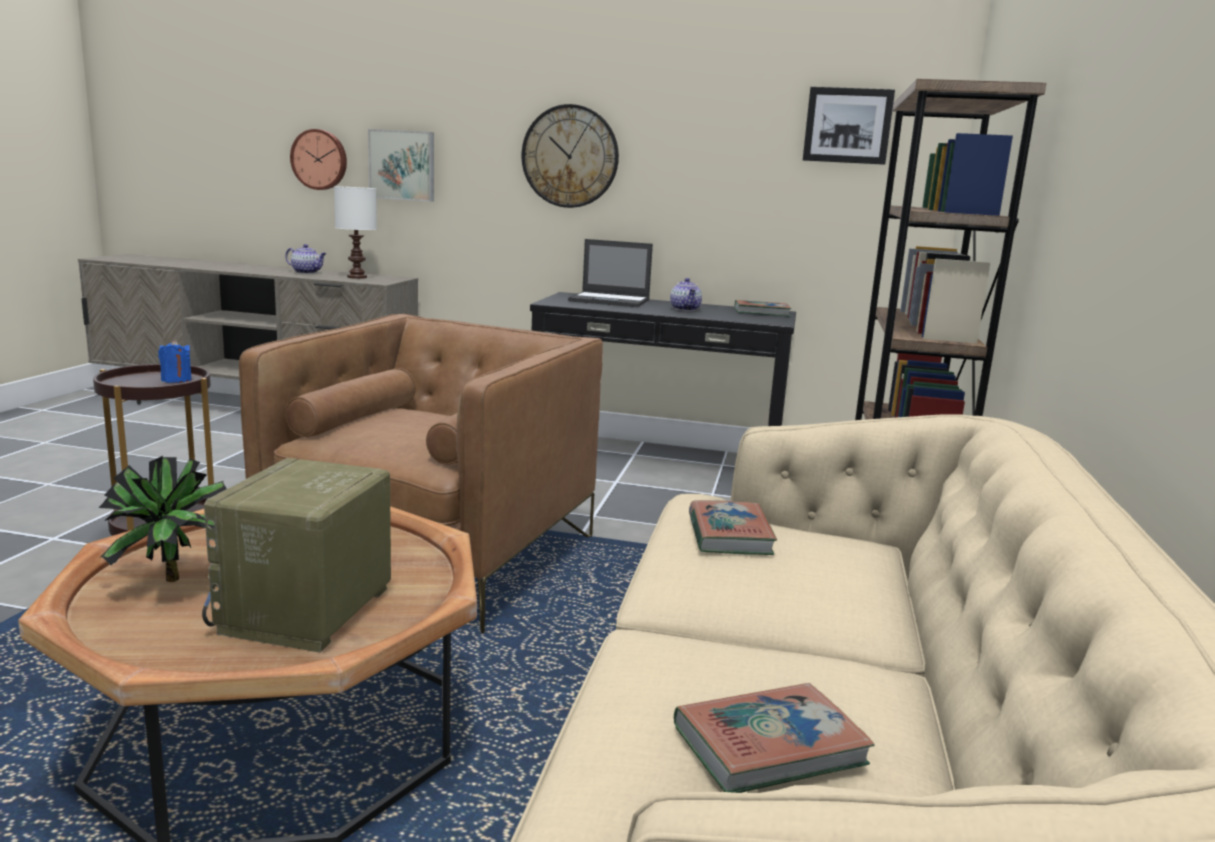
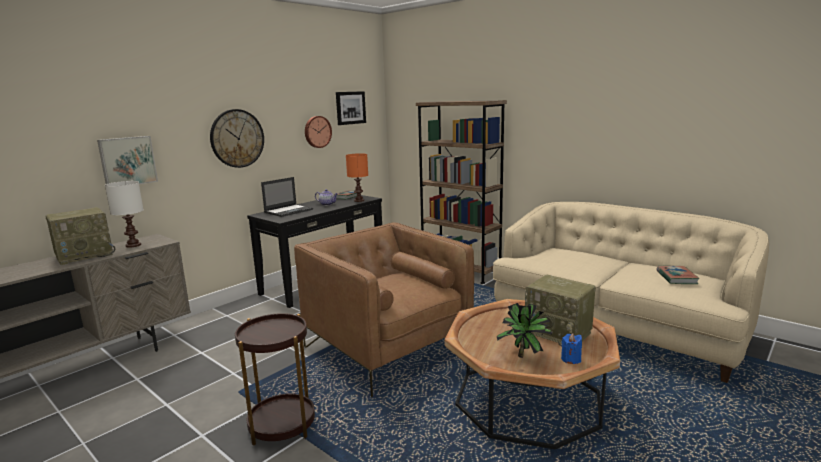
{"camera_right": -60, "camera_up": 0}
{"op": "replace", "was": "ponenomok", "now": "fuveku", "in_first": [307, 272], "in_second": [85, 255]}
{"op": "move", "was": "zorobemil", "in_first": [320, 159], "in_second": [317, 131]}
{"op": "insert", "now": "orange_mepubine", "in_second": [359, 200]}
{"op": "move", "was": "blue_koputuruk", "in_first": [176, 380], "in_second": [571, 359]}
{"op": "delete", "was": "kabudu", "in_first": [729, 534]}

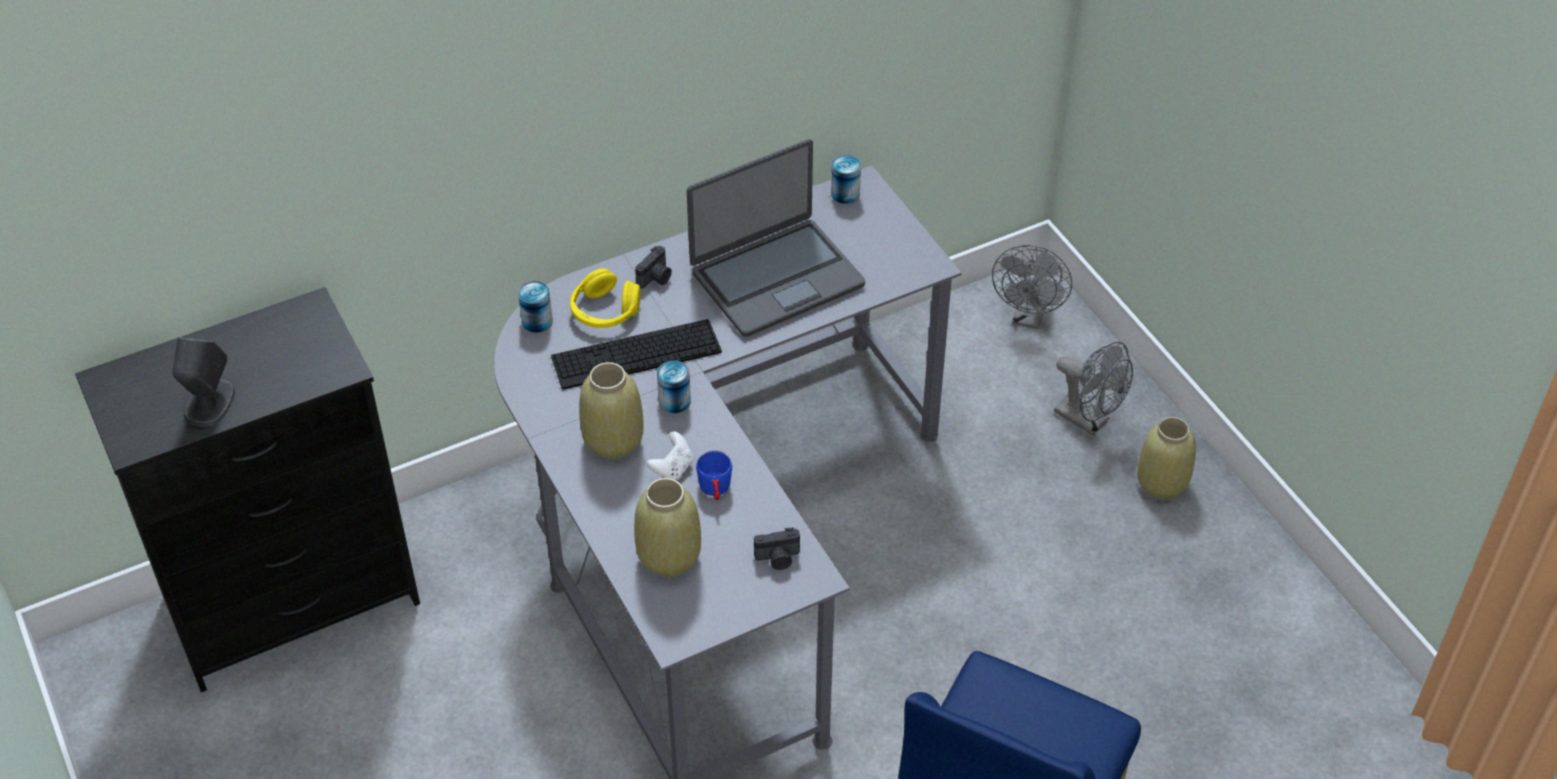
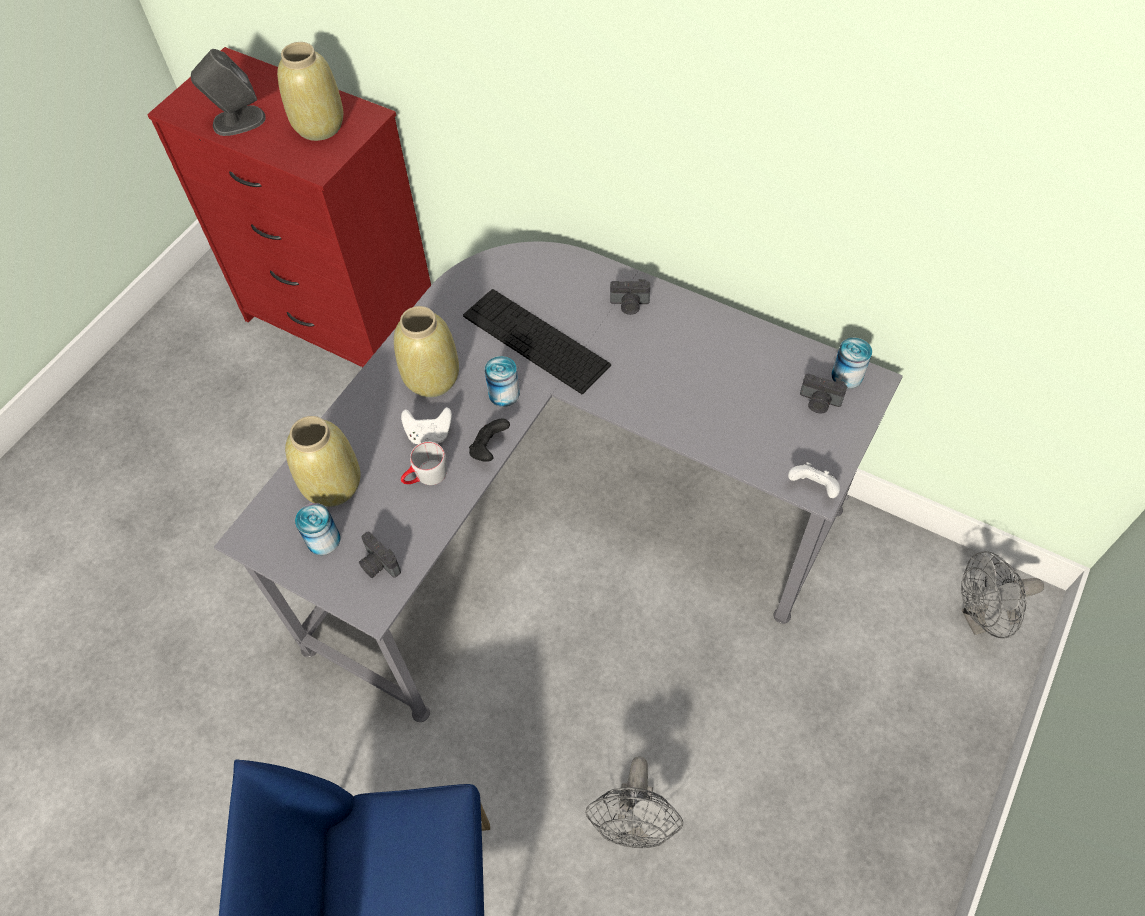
{"camera_right": 60, "camera_up": 10}
{"op": "recolor", "was": "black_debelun", "now": "red_debelun", "in_first": [292, 602], "in_second": [340, 320]}
{"op": "move", "was": "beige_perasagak", "in_first": [1161, 483], "in_second": [319, 126]}
{"op": "move", "was": "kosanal", "in_first": [537, 321], "in_second": [323, 540]}
{"op": "recolor", "was": "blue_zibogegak", "now": "grey_zibogegak", "in_first": [716, 490], "in_second": [425, 477]}
{"op": "insert", "now": "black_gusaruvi", "in_second": [489, 449]}
{"op": "move", "was": "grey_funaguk", "in_first": [1088, 420], "in_second": [634, 823]}
{"op": "insert", "now": "white_gusaruvi", "in_second": [813, 487]}
{"op": "insert", "now": "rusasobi", "in_second": [819, 402]}
{"op": "delete", "was": "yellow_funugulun", "in_first": [605, 311]}
{"op": "delete", "was": "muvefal", "in_first": [776, 278]}

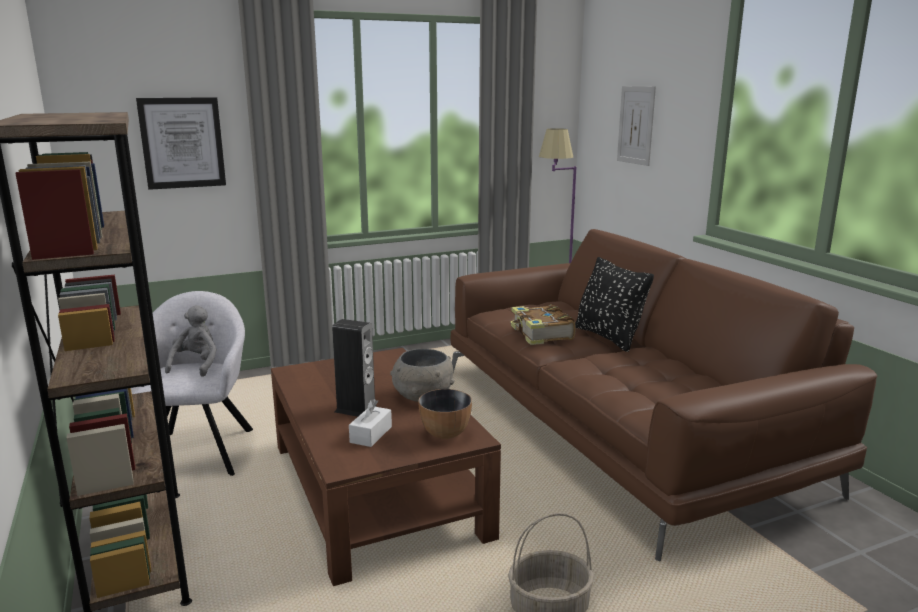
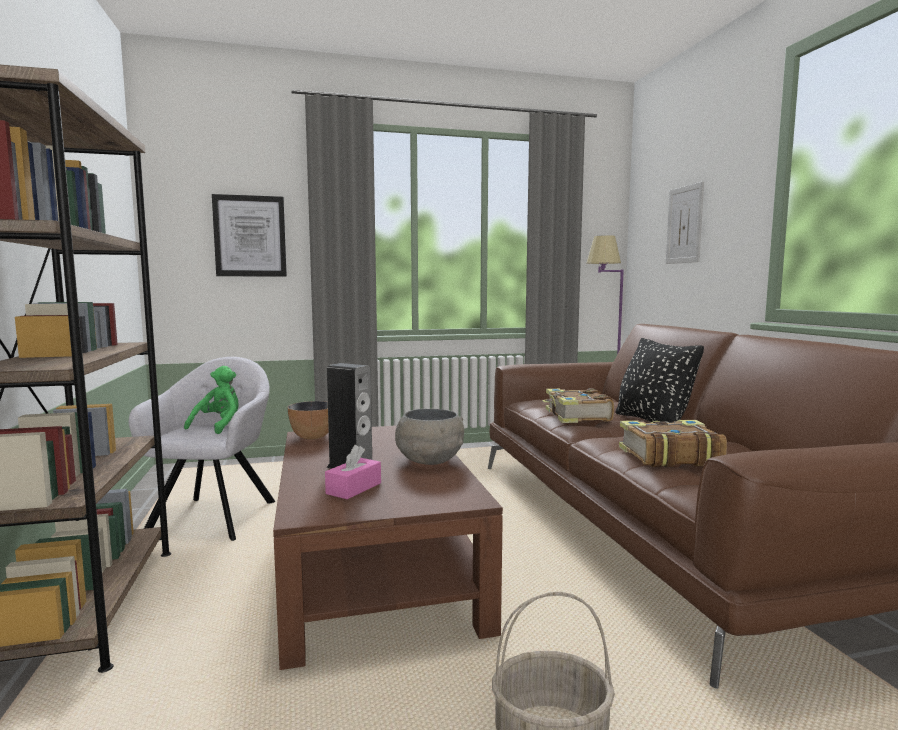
{"camera_right": 10, "camera_up": -10}
{"op": "recolor", "was": "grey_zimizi", "now": "green_zimizi", "in_first": [196, 365], "in_second": [219, 426]}
{"op": "move", "was": "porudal", "in_first": [445, 433], "in_second": [312, 437]}
{"op": "recolor", "was": "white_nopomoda", "now": "pink_nopomoda", "in_first": [371, 434], "in_second": [354, 488]}
{"op": "insert", "now": "kabudu", "in_second": [668, 456]}

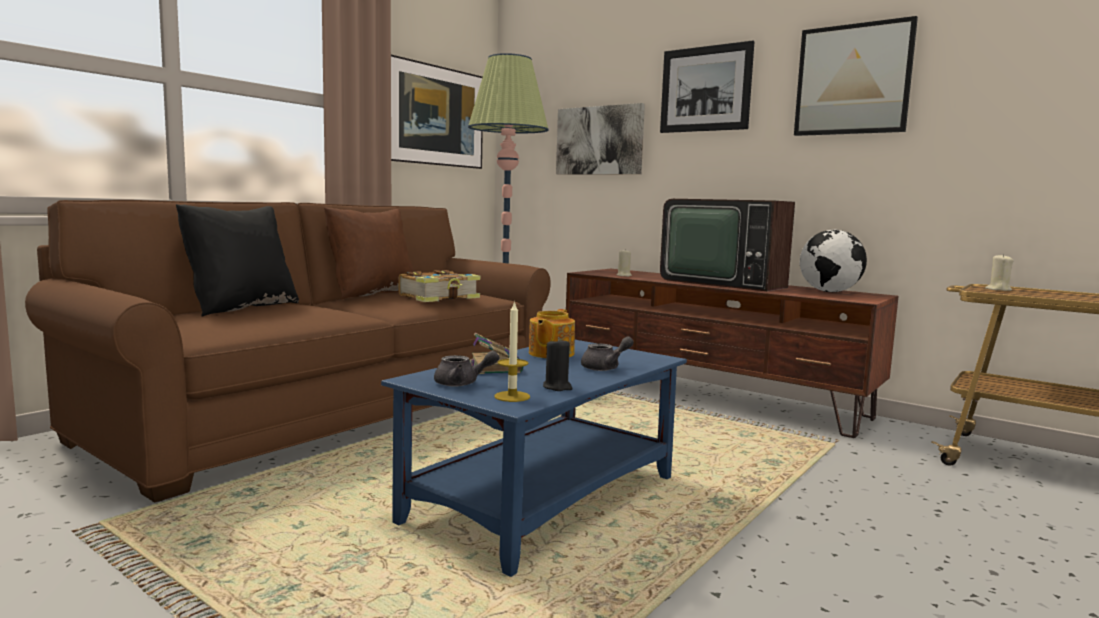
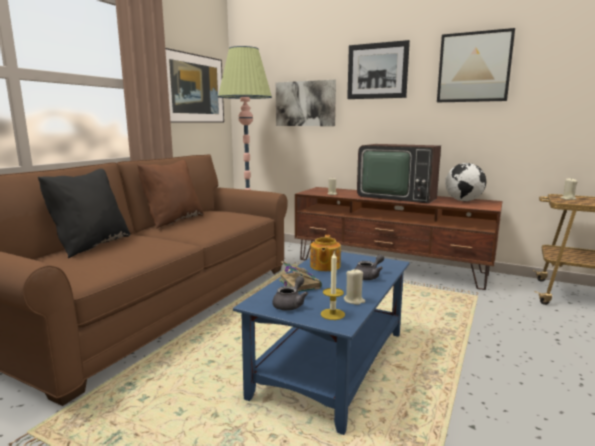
{"camera_right": -10, "camera_up": 5}
{"op": "rotate", "was": "grey_ponenomok", "in_first": [462, 383], "in_second": [290, 304], "clockwise": -45}
{"op": "recolor", "was": "black_koputuruk", "now": "beige_koputuruk", "in_first": [557, 387], "in_second": [354, 300]}
{"op": "delete", "was": "kabudu", "in_first": [440, 298]}

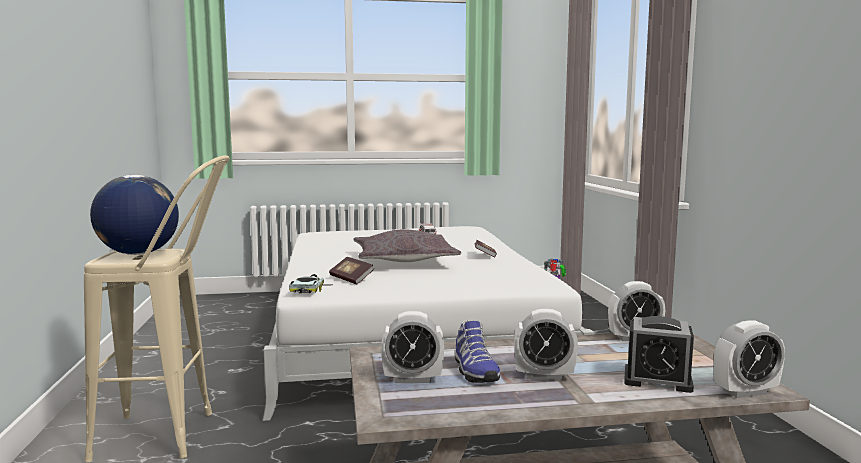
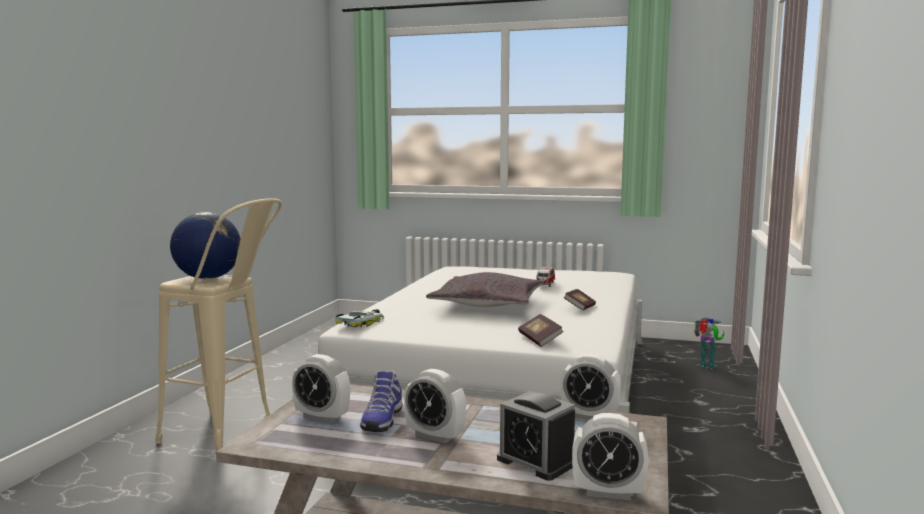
{"camera_right": 25, "camera_up": 0}
{"op": "move", "was": "kabudu", "in_first": [351, 279], "in_second": [540, 340]}

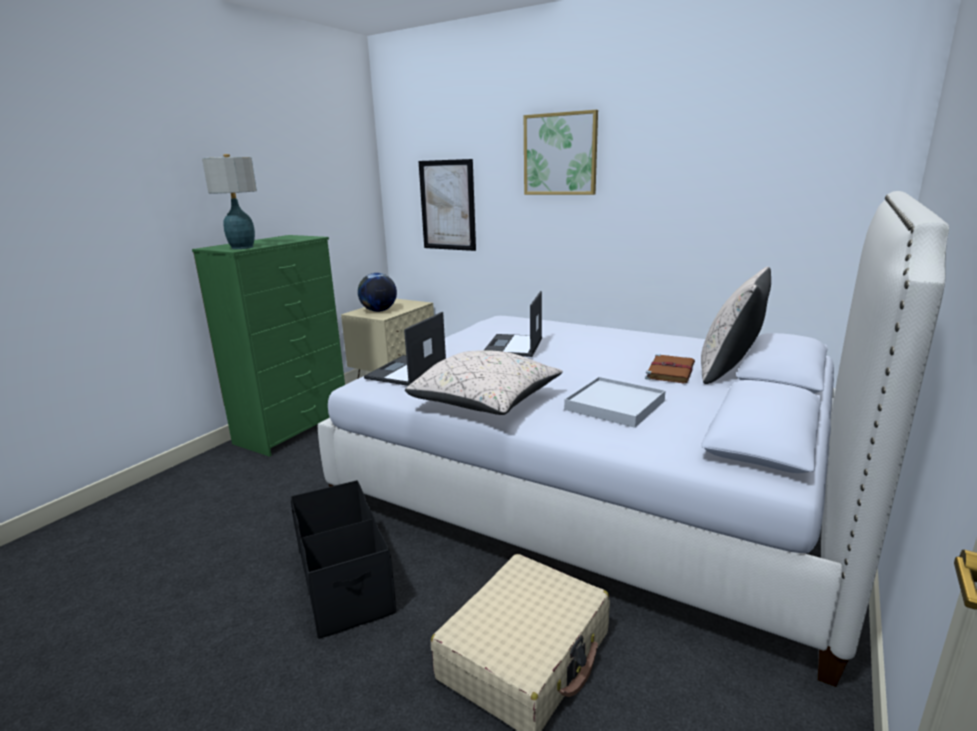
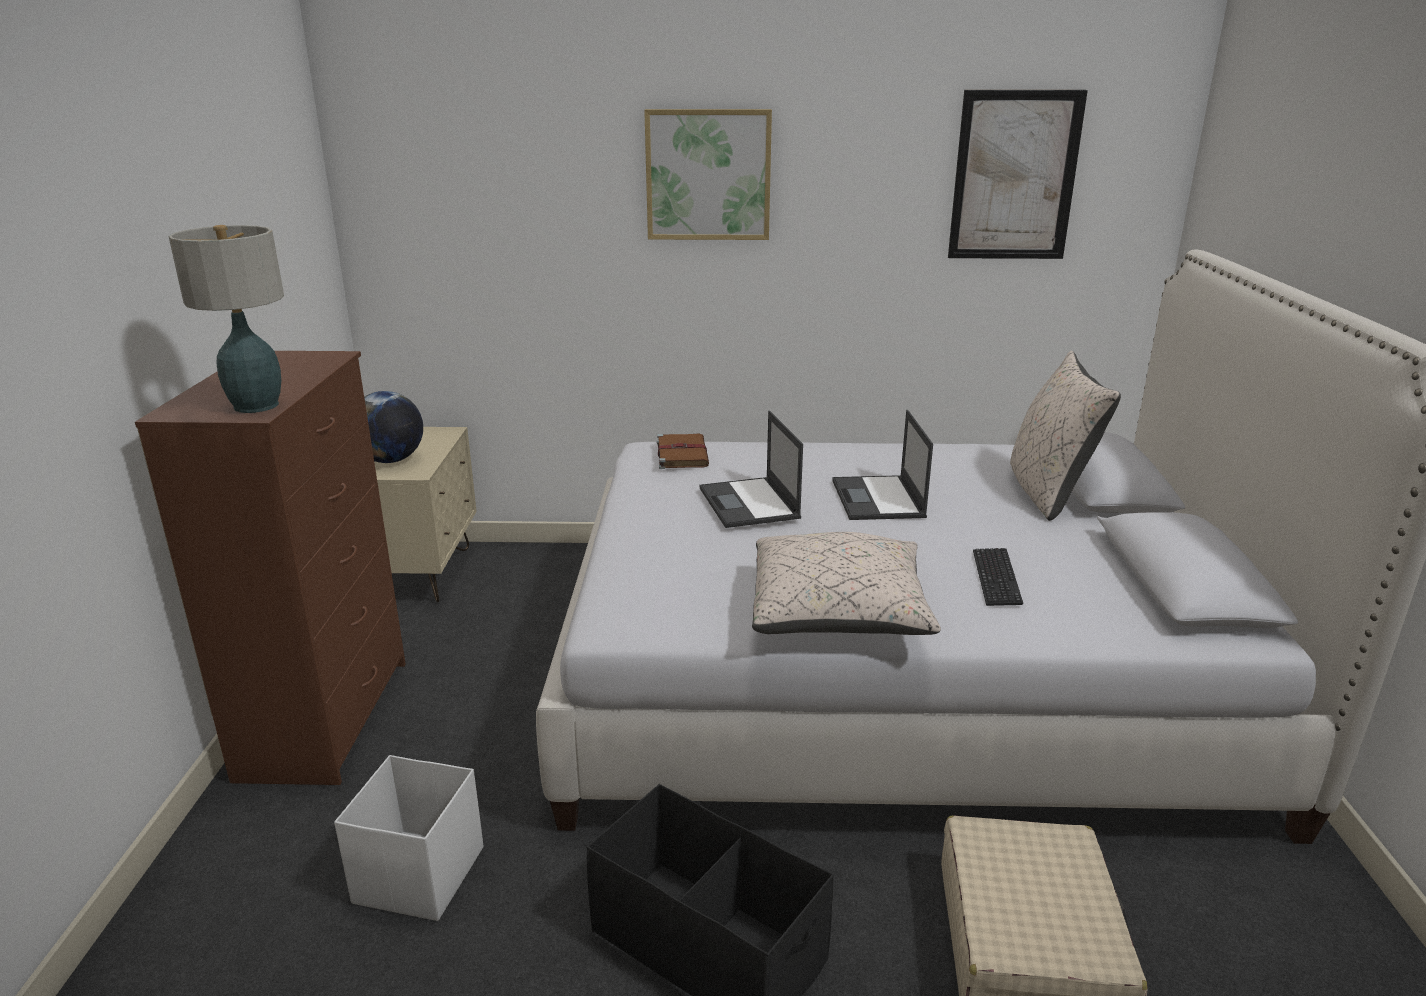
{"camera_right": -30, "camera_up": 5}
{"op": "recolor", "was": "green_debelun", "now": "brown_debelun", "in_first": [294, 428], "in_second": [328, 717]}
{"op": "insert", "now": "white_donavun", "in_second": [418, 877]}
{"op": "move", "was": "brown_kabudu", "in_first": [670, 371], "in_second": [681, 454]}
{"op": "move", "was": "muvefal", "in_first": [406, 371], "in_second": [878, 499]}
{"op": "move", "was": "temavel", "in_first": [447, 205], "in_second": [1014, 176]}
{"op": "replace", "was": "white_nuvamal", "now": "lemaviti", "in_first": [615, 405], "in_second": [996, 578]}

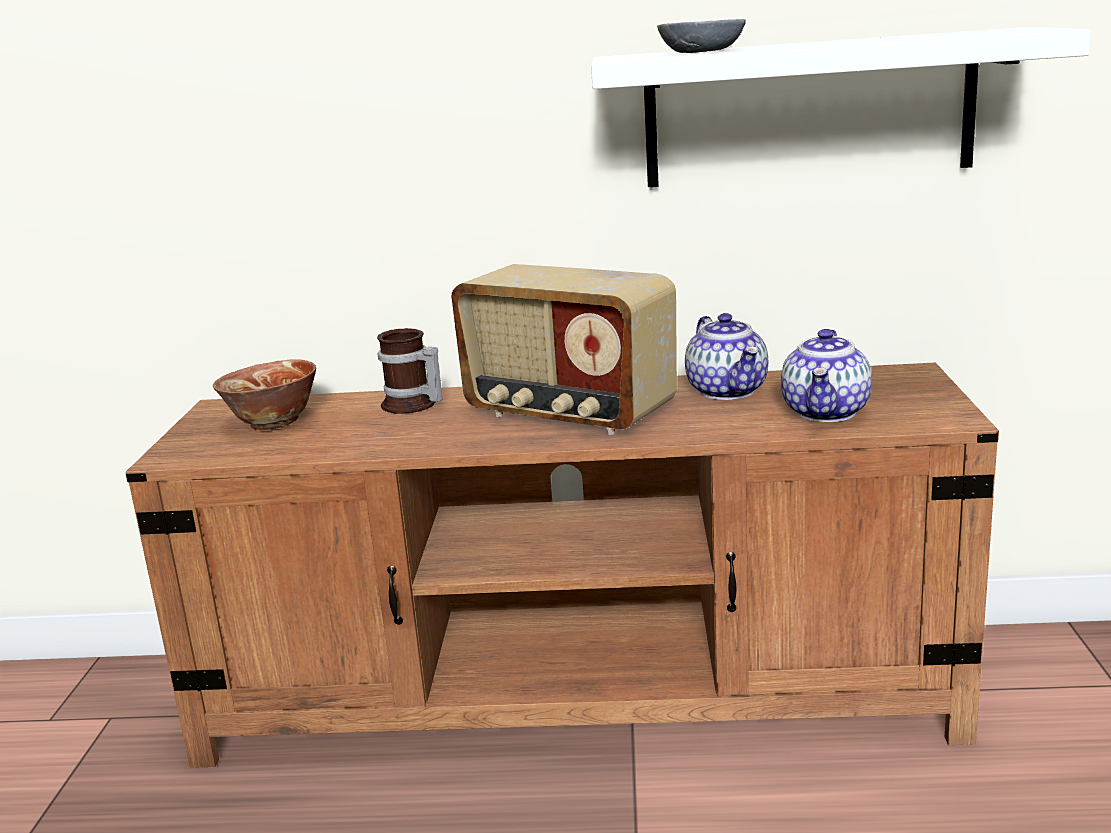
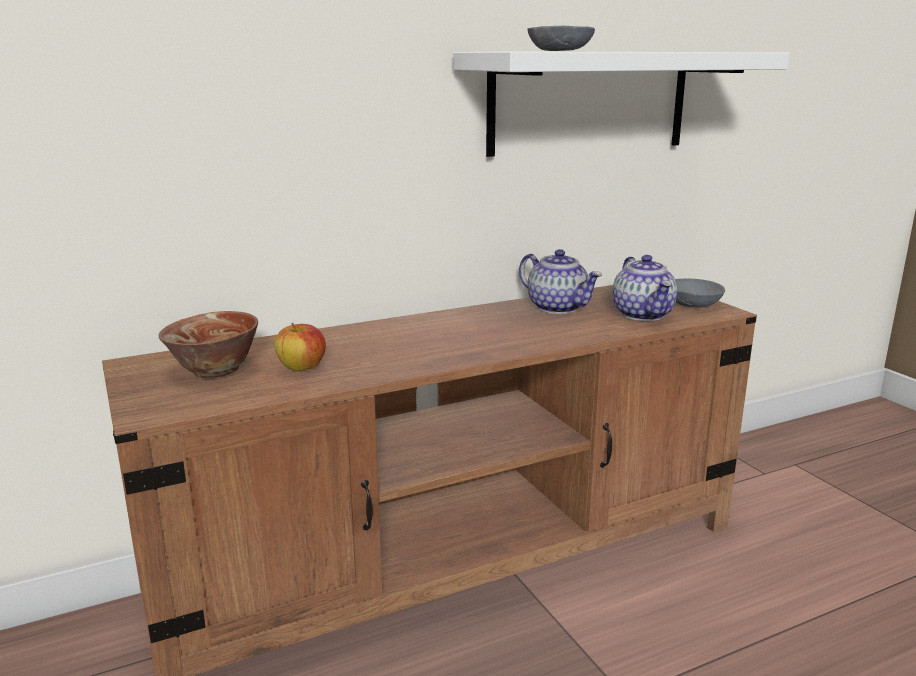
{"camera_right": -30, "camera_up": 0}
{"op": "insert", "now": "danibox", "in_second": [302, 368]}
{"op": "insert", "now": "grey_porudal", "in_second": [695, 304]}
{"op": "delete", "was": "zibogegak", "in_first": [411, 406]}
{"op": "delete", "was": "fuveku", "in_first": [568, 414]}

